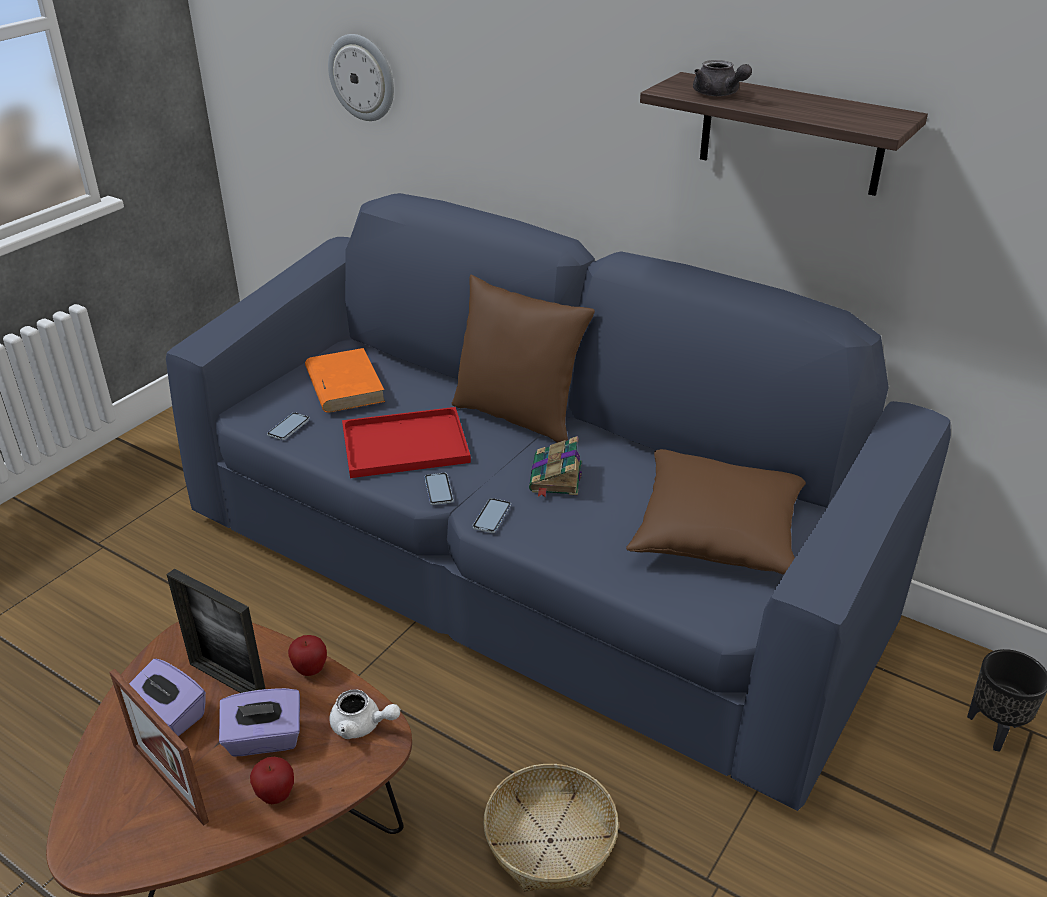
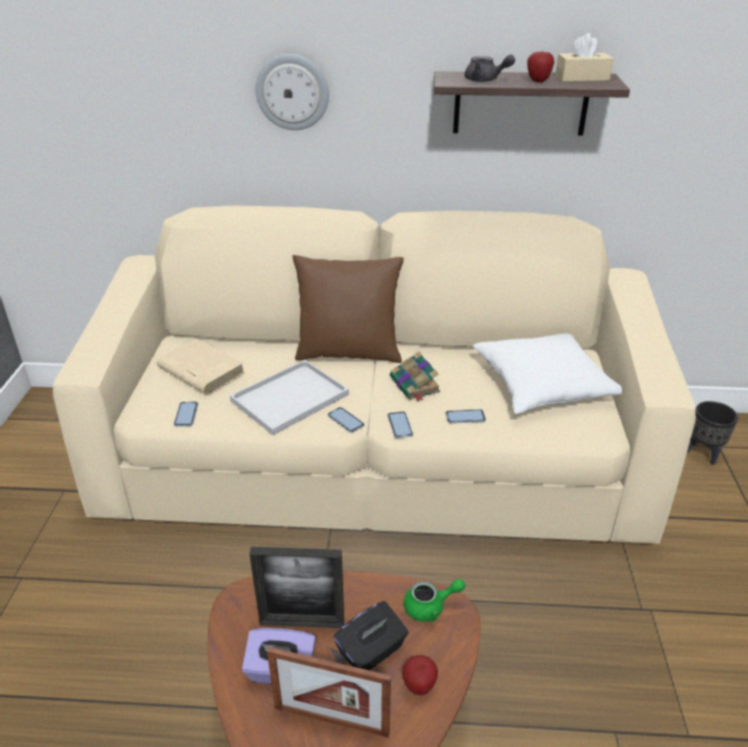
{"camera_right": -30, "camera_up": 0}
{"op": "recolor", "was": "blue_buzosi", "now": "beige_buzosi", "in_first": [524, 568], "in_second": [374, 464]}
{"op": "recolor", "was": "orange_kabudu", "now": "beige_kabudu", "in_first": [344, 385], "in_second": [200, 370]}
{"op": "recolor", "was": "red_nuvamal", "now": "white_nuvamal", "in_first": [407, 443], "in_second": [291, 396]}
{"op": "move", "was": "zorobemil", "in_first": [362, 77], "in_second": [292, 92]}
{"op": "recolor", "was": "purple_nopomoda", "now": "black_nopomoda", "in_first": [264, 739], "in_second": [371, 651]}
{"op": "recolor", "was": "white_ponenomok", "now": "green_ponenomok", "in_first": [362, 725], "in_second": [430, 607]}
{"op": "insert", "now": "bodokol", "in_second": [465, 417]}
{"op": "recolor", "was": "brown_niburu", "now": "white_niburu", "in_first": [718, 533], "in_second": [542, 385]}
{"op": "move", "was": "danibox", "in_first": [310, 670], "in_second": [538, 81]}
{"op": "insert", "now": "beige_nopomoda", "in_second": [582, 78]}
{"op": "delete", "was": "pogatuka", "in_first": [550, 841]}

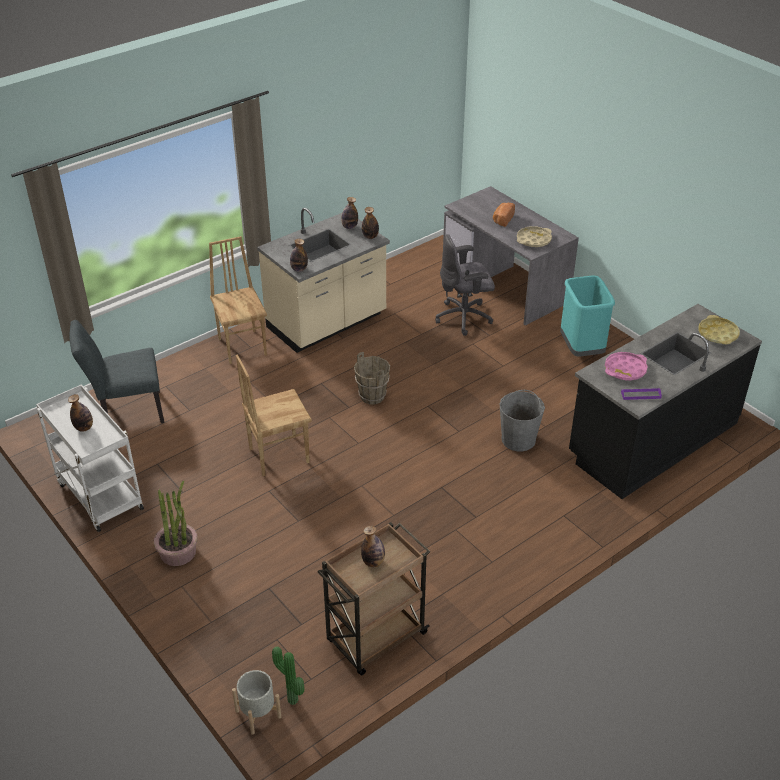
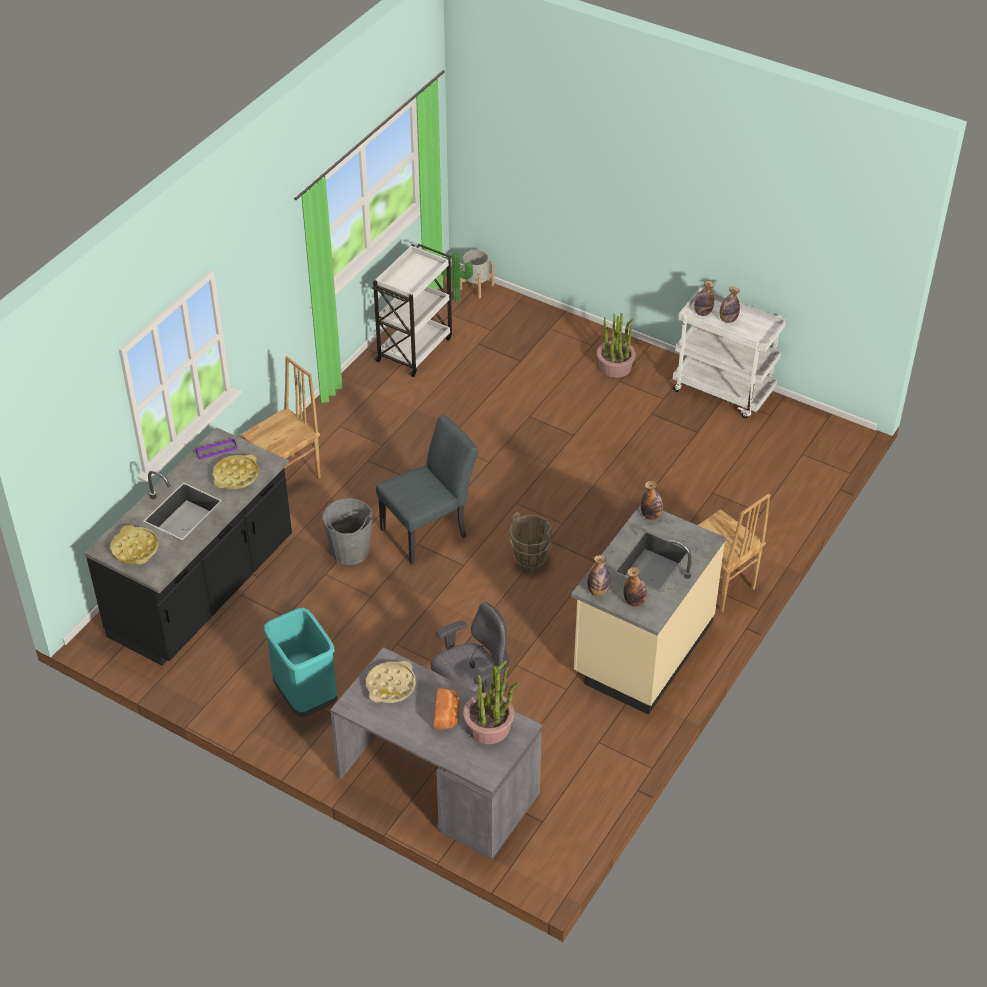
{"camera_right": 160, "camera_up": 5}
{"op": "recolor", "was": "pink_nuvamal", "now": "yellow_nuvamal", "in_first": [625, 369], "in_second": [236, 475]}
{"op": "move", "was": "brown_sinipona", "in_first": [278, 455], "in_second": [287, 479]}
{"op": "recolor", "was": "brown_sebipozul", "now": "white_sebipozul", "in_first": [375, 638], "in_second": [415, 348]}
{"op": "move", "was": "grey_sinipona", "in_first": [126, 412], "in_second": [429, 530]}
{"op": "insert", "now": "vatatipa", "in_second": [489, 727]}
{"op": "move", "was": "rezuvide", "in_first": [373, 562], "in_second": [702, 313]}

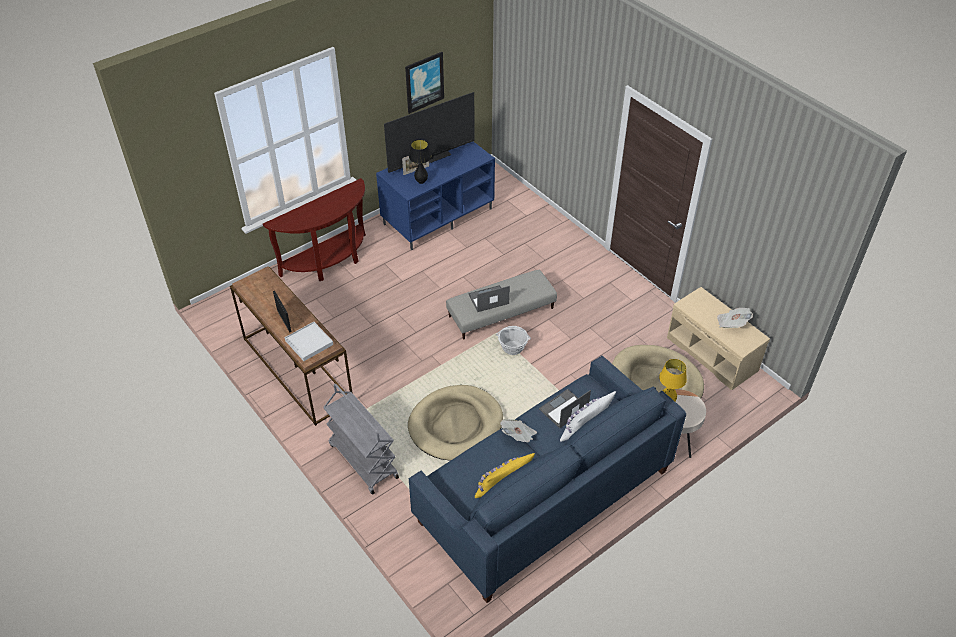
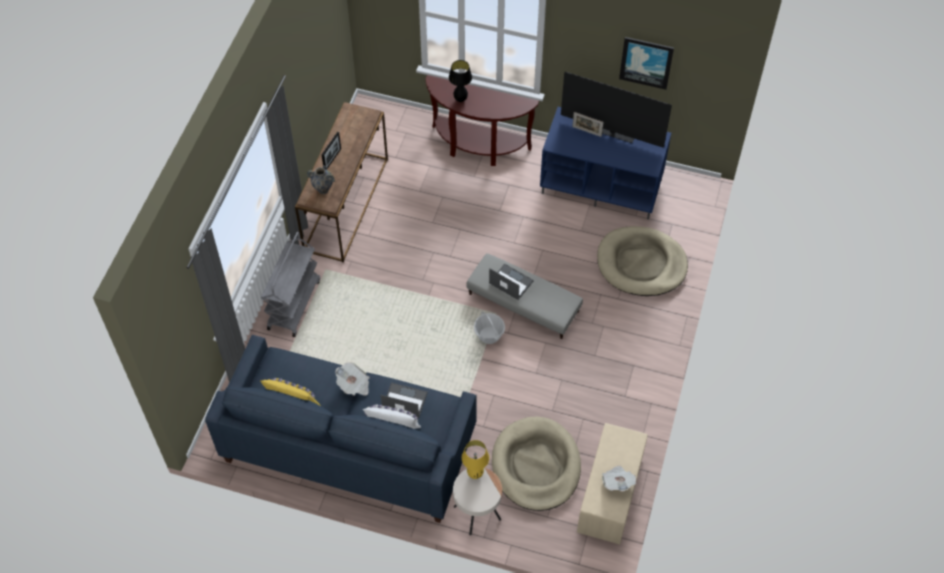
{"camera_right": 55, "camera_up": 10}
{"op": "replace", "was": "white_nuvamal", "now": "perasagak", "in_first": [309, 343], "in_second": [323, 189]}
{"op": "move", "was": "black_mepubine", "in_first": [421, 182], "in_second": [460, 99]}
{"op": "move", "was": "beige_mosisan", "in_first": [456, 425], "in_second": [641, 264]}

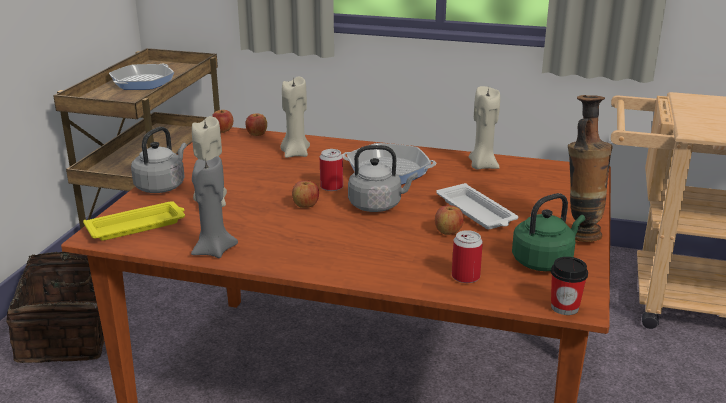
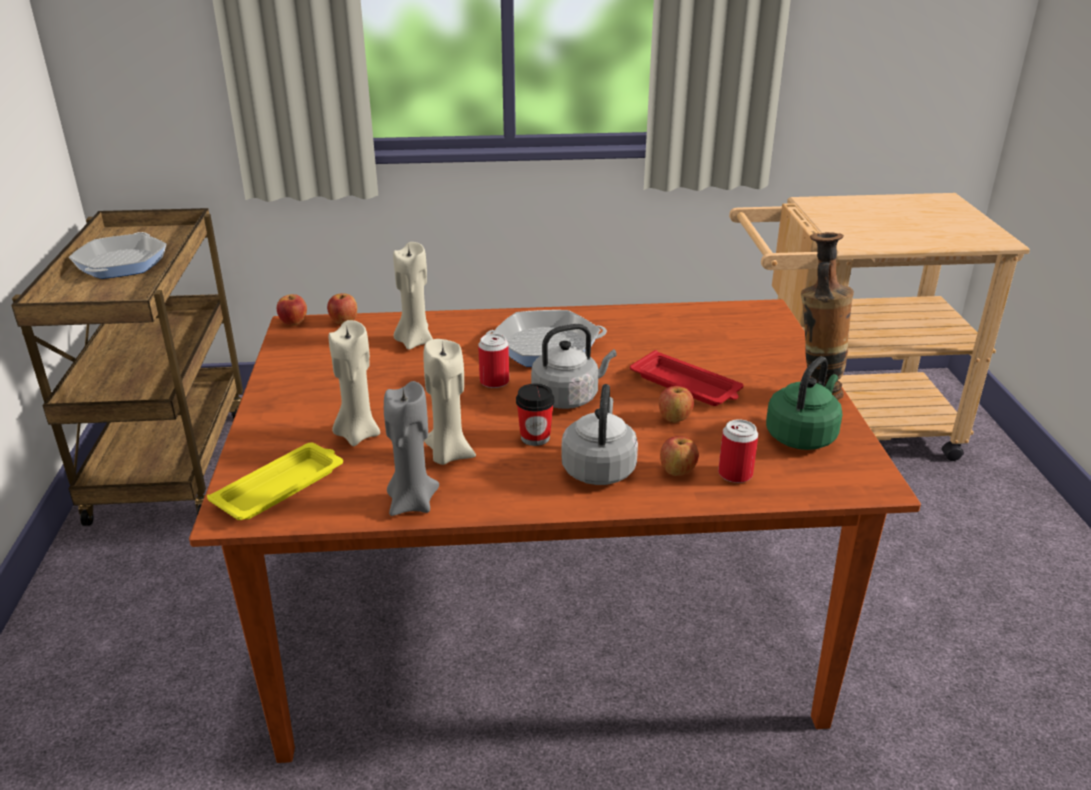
{"camera_right": -20, "camera_up": 5}
{"op": "move", "was": "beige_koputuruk", "in_first": [482, 166], "in_second": [448, 455]}
{"op": "move", "was": "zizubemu", "in_first": [564, 307], "in_second": [535, 437]}
{"op": "move", "was": "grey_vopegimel", "in_first": [162, 186], "in_second": [599, 468]}
{"op": "recolor", "was": "white_nuvamal", "now": "red_nuvamal", "in_first": [476, 212], "in_second": [687, 386]}
{"op": "move", "was": "danibox", "in_first": [306, 205], "in_second": [677, 471]}
{"op": "delete", "was": "pogatuka", "in_first": [70, 333]}

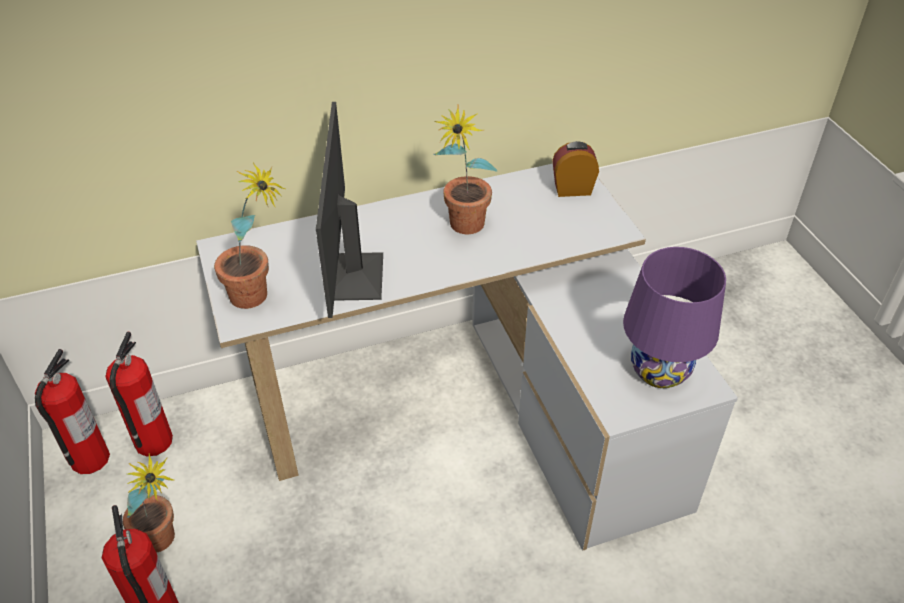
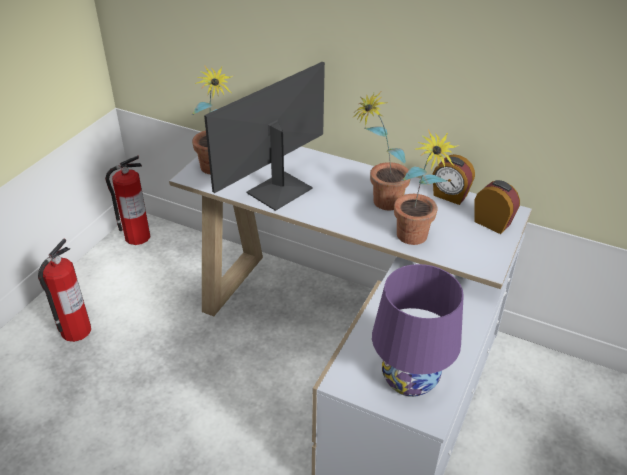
{"camera_right": 45, "camera_up": -5}
{"op": "move", "was": "vatatipa", "in_first": [164, 543], "in_second": [414, 241]}
{"op": "insert", "now": "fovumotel", "in_second": [449, 196]}
{"op": "delete", "was": "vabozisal", "in_first": [153, 441]}

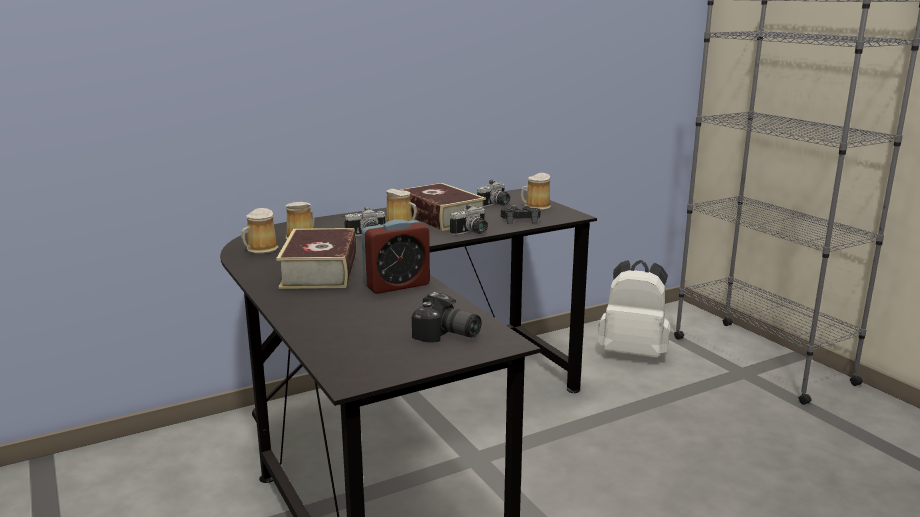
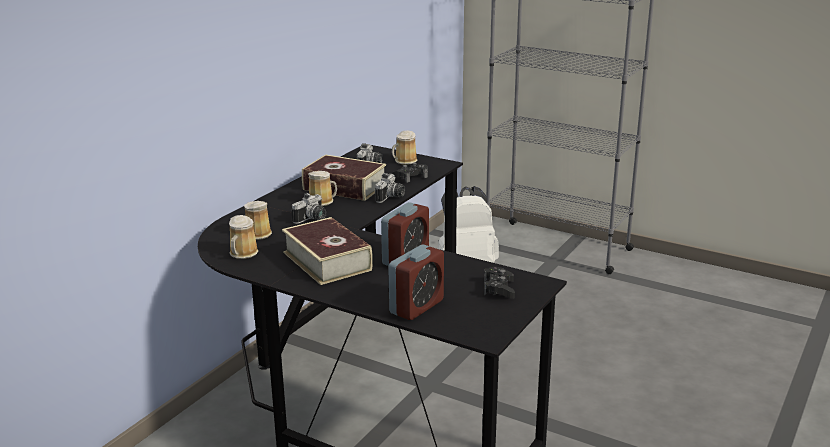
{"camera_right": -30, "camera_up": 5}
{"op": "insert", "now": "fovumotel", "in_second": [416, 307]}
{"op": "replace", "was": "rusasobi", "now": "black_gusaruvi", "in_first": [446, 335], "in_second": [499, 288]}

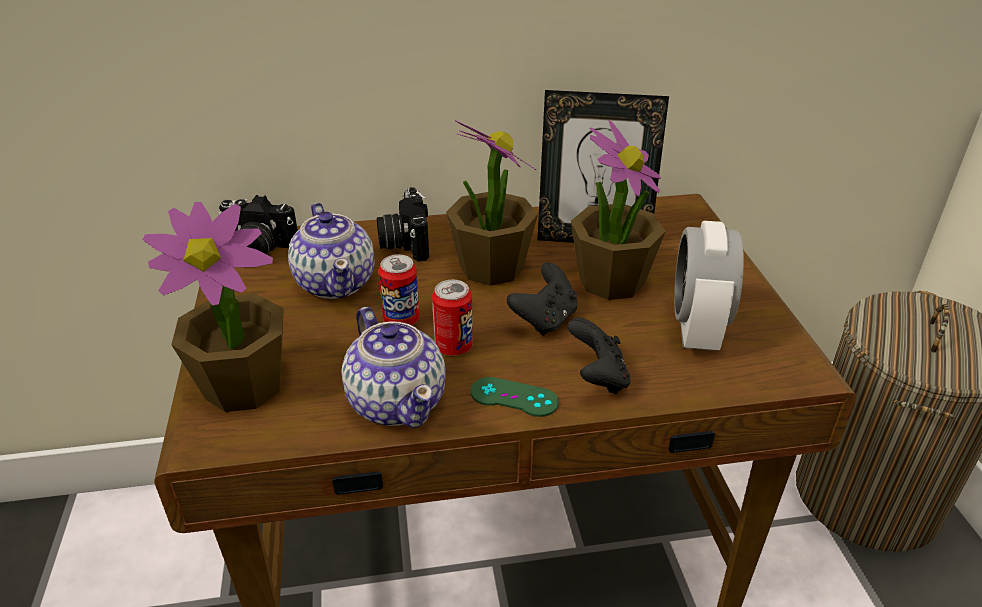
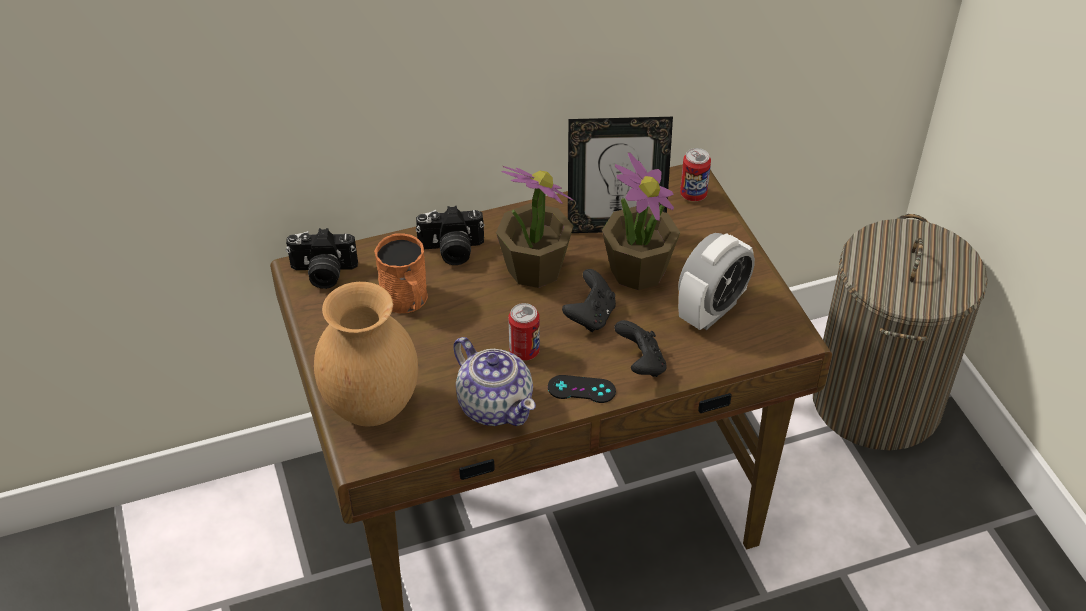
{"camera_right": -10, "camera_up": 10}
{"op": "replace", "was": "vatatipa", "now": "brown_perasagak", "in_first": [244, 385], "in_second": [372, 407]}
{"op": "replace", "was": "ponenomok", "now": "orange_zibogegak", "in_first": [336, 282], "in_second": [407, 301]}
{"op": "rotate", "was": "rusasobi", "in_first": [404, 243], "in_second": [451, 251], "clockwise": -75}
{"op": "recolor", "was": "green_gusaruvi", "now": "black_gusaruvi", "in_first": [514, 397], "in_second": [581, 389]}
{"op": "rotate", "was": "fovumotel", "in_first": [696, 330], "in_second": [711, 310], "clockwise": -135}
{"op": "move", "was": "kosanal", "in_first": [401, 320], "in_second": [693, 194]}

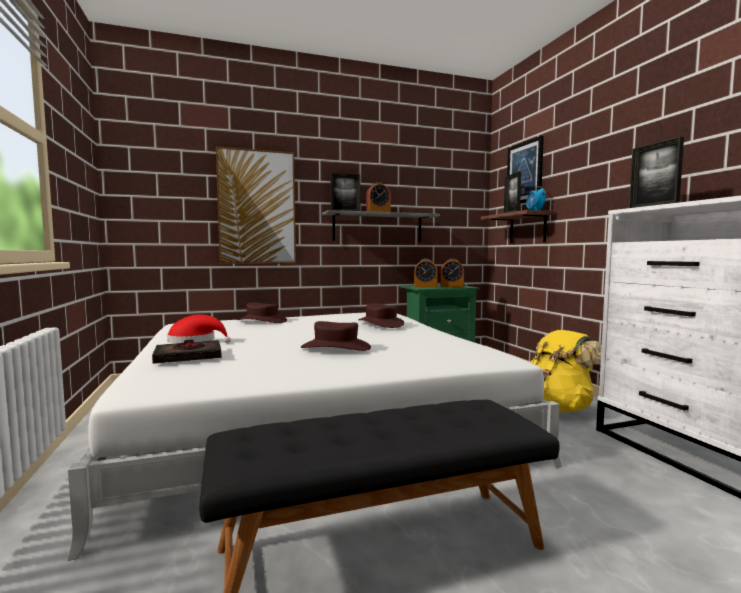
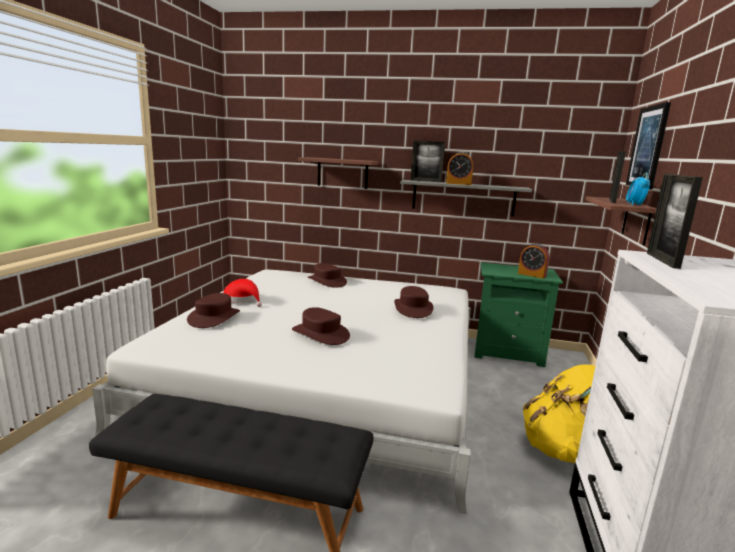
{"camera_right": 30, "camera_up": 10}
{"op": "replace", "was": "black_kabudu", "now": "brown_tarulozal", "in_first": [188, 357], "in_second": [214, 317]}
{"op": "replace", "was": "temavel", "now": "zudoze", "in_first": [257, 207], "in_second": [342, 173]}
{"op": "delete", "was": "fovumotel", "in_first": [425, 287]}

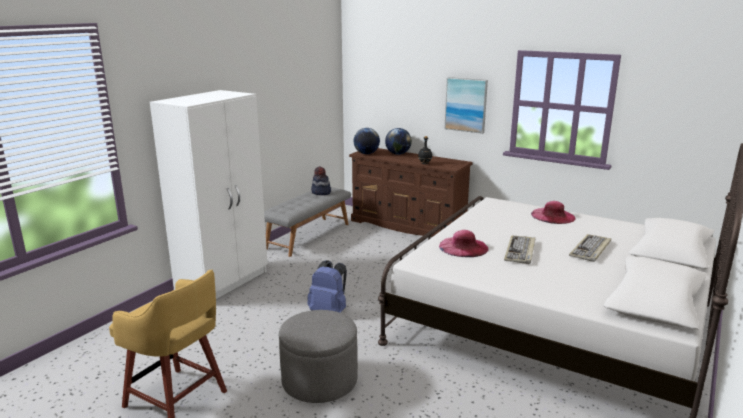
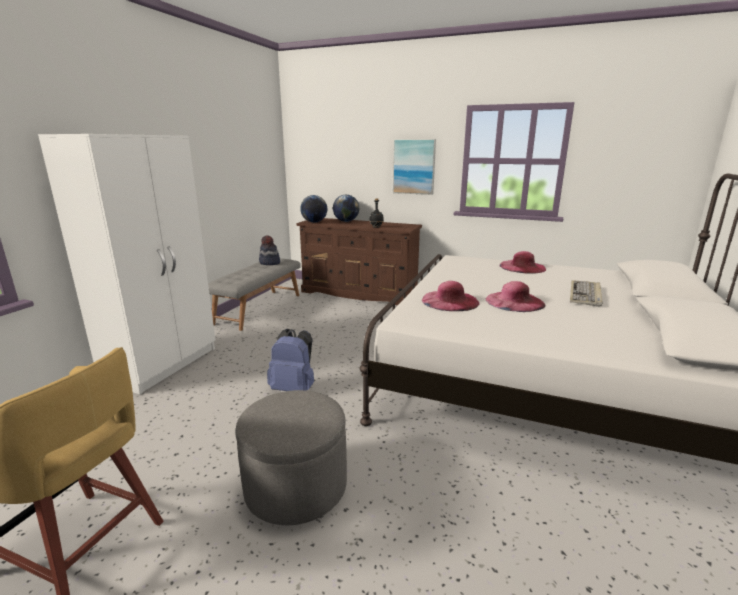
{"camera_right": -10, "camera_up": 0}
{"op": "replace", "was": "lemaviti", "now": "pink_tarulozal", "in_first": [520, 251], "in_second": [514, 301]}

